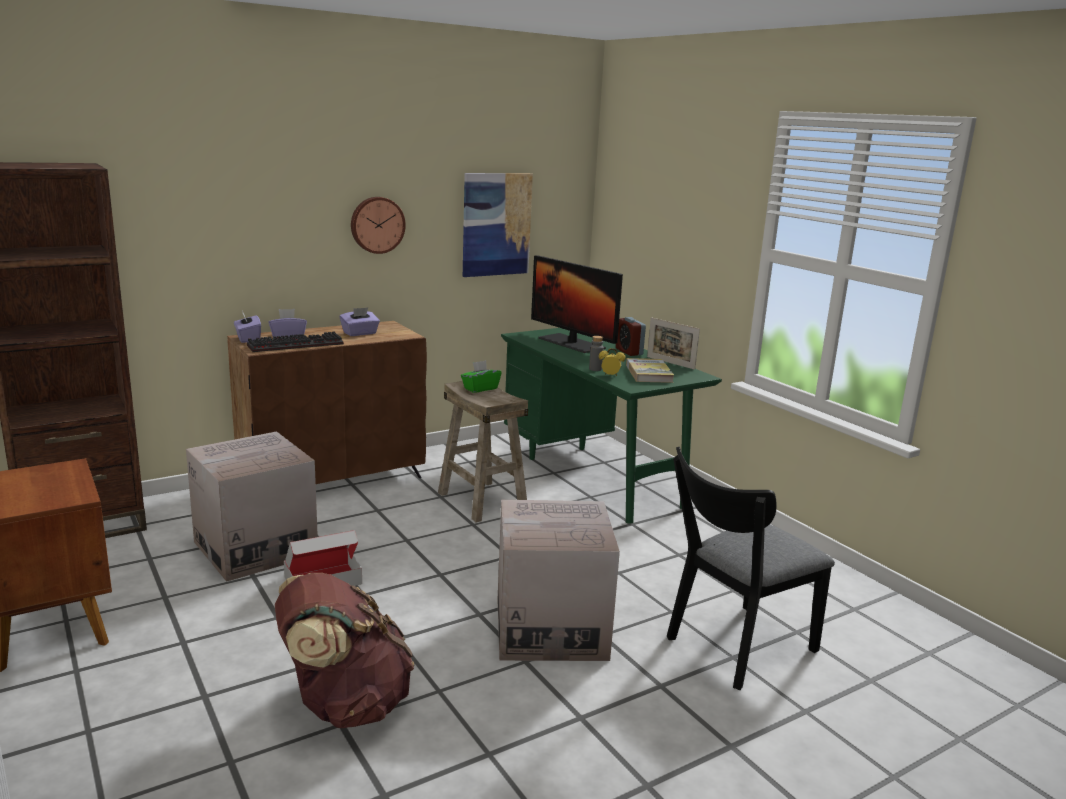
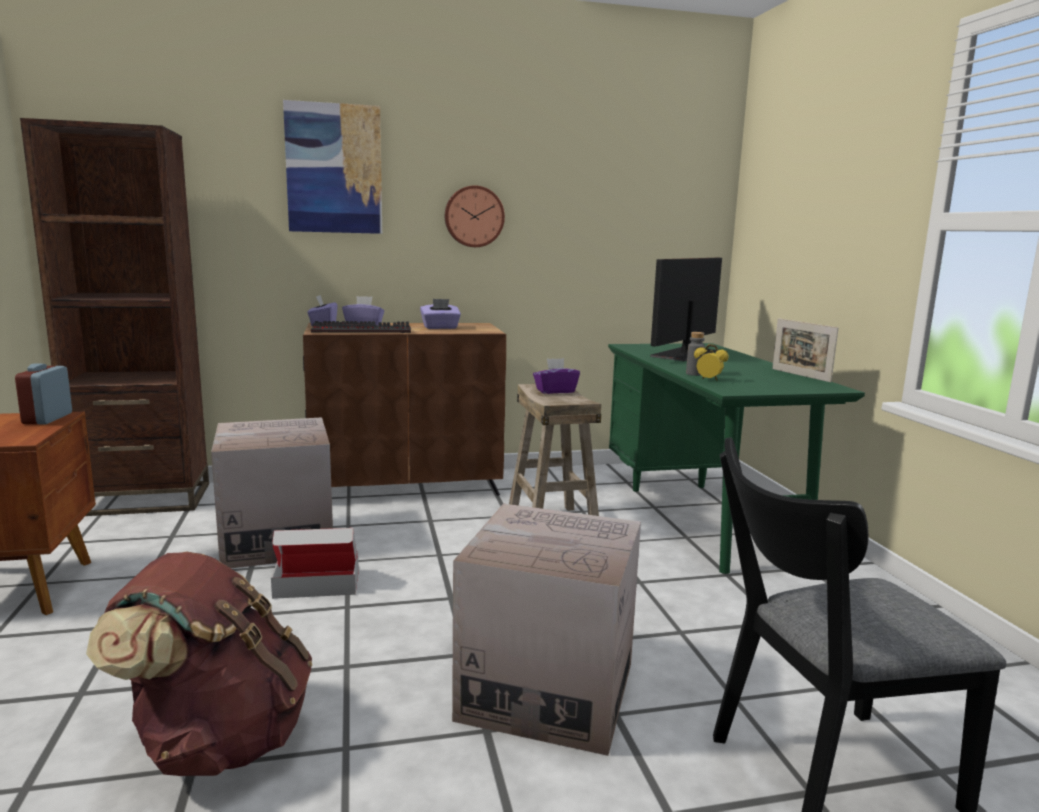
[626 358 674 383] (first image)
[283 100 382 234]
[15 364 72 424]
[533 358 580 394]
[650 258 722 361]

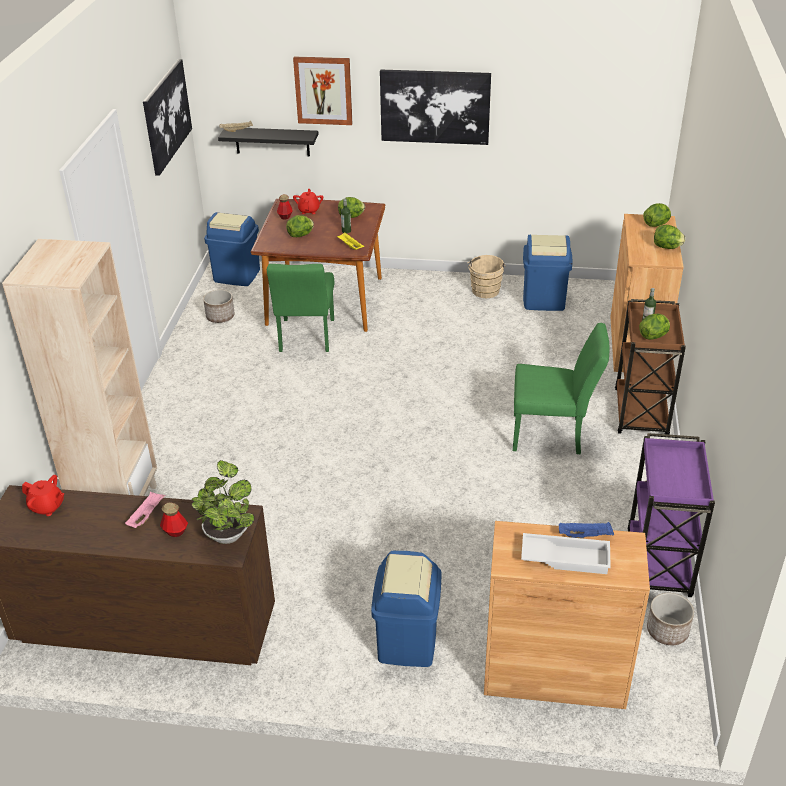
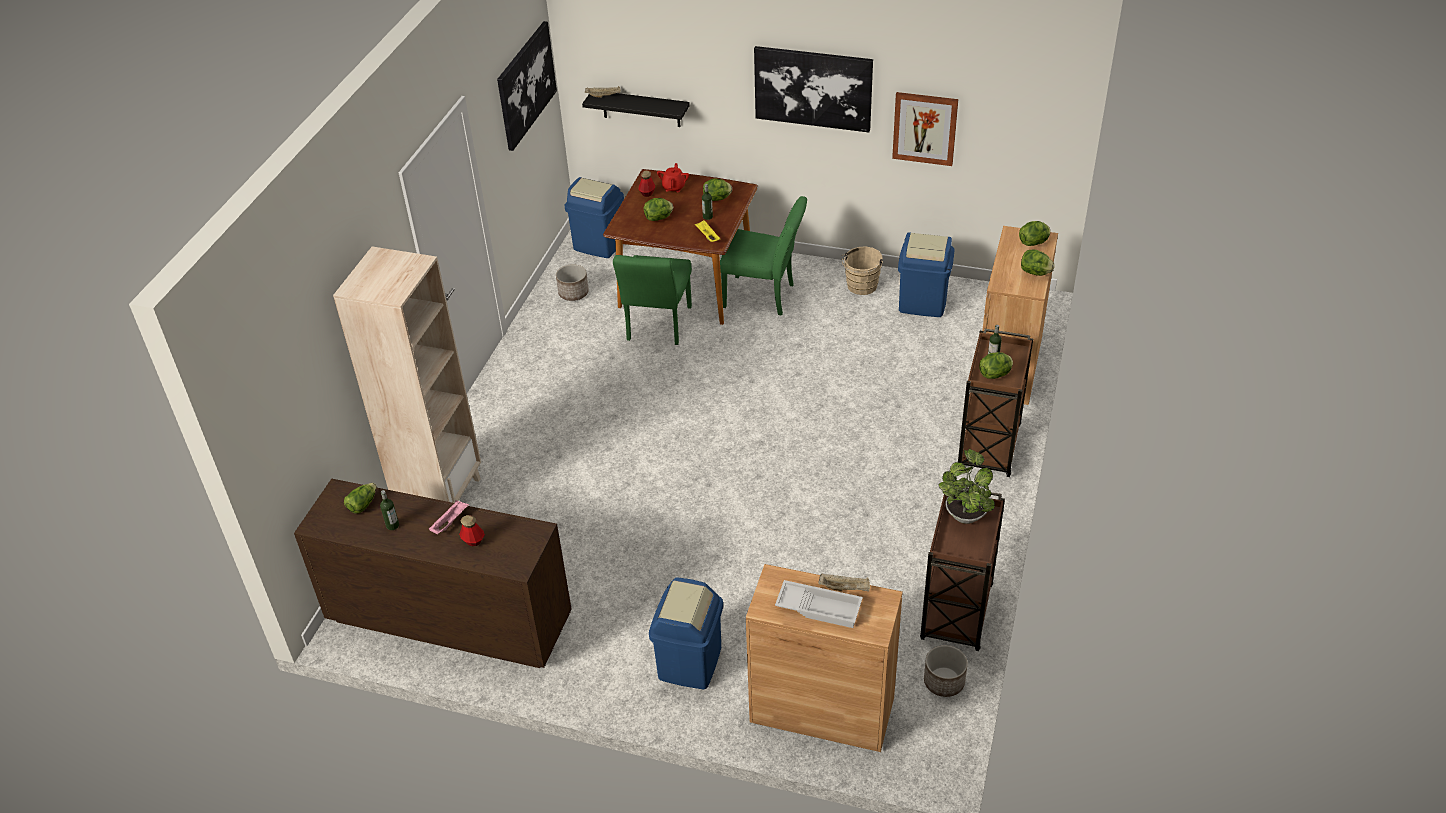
[380 490 399 530]
[939 449 995 524]
[892 92 958 166]
[720 196 807 315]
[344 483 376 514]
[818 573 870 592]
[920 488 1005 651]

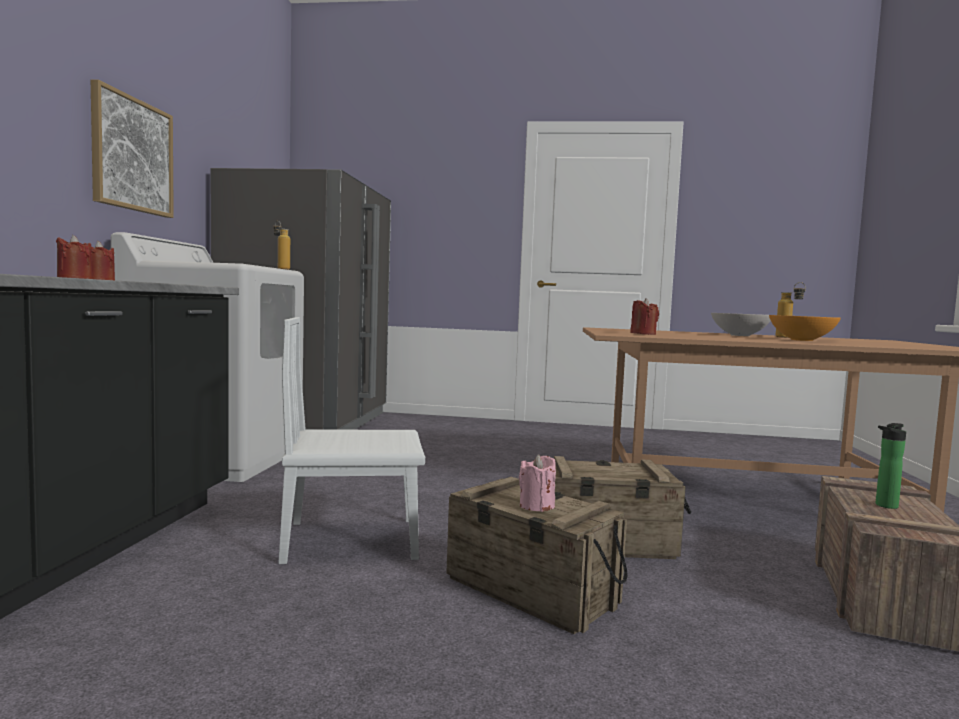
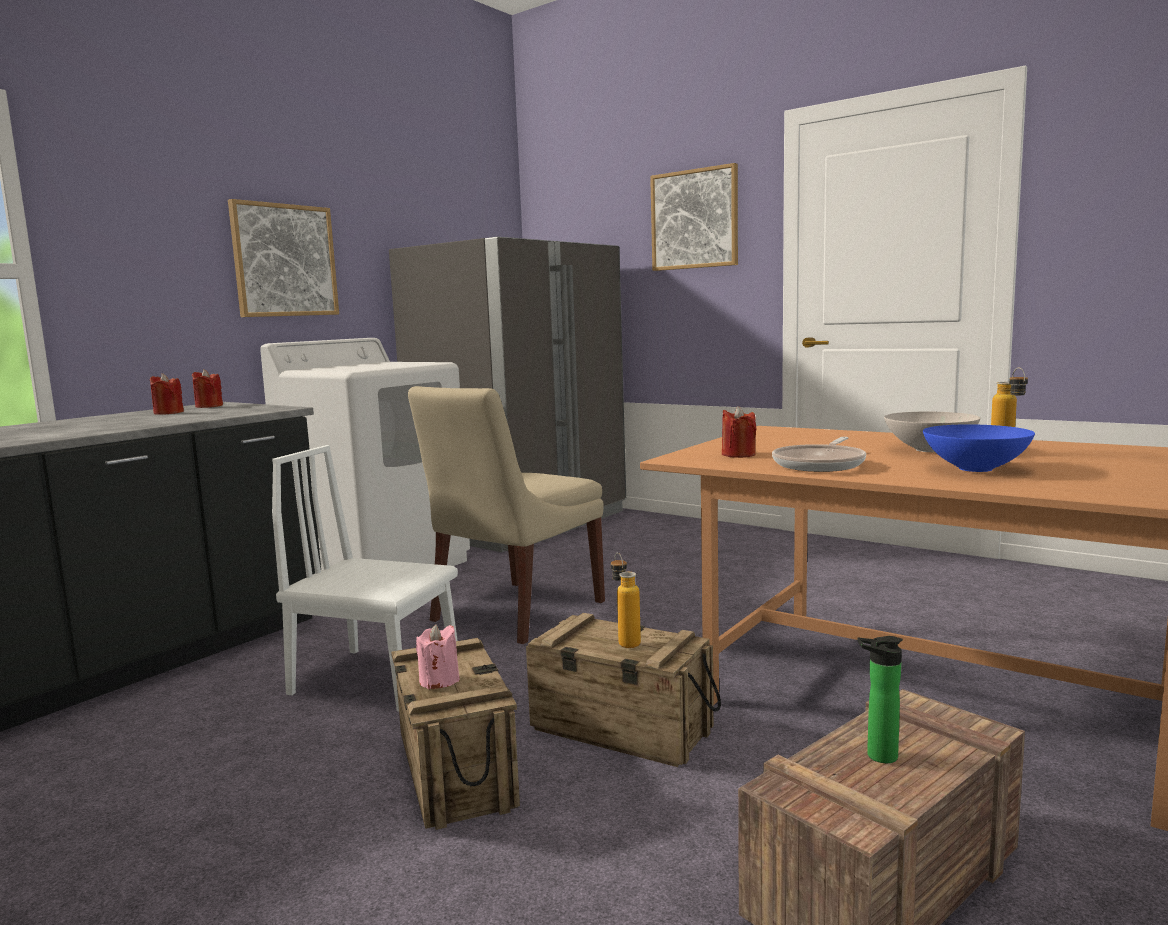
[408 386 605 644]
[650 163 738 271]
[772 437 866 472]
[611 553 641 648]
[923 424 1035 472]

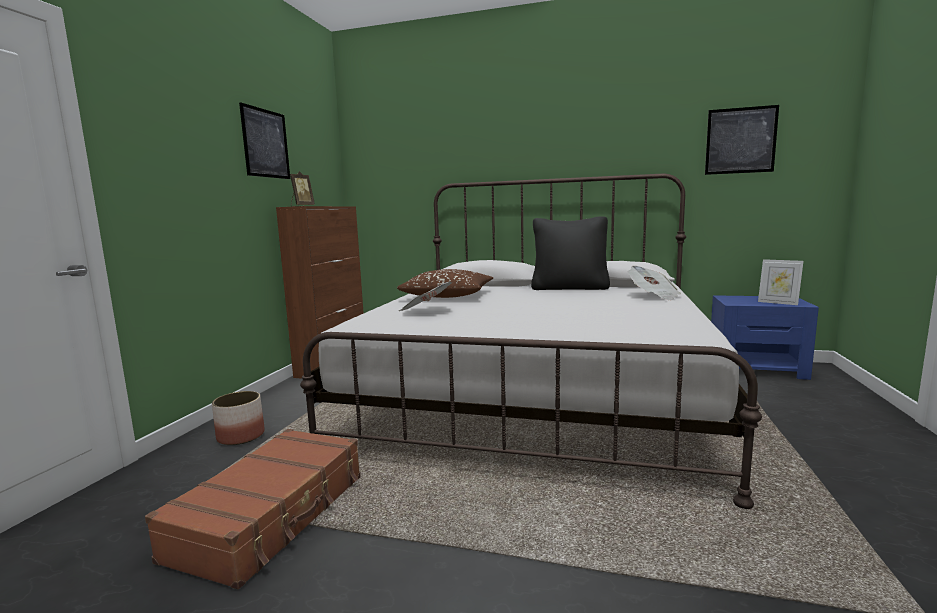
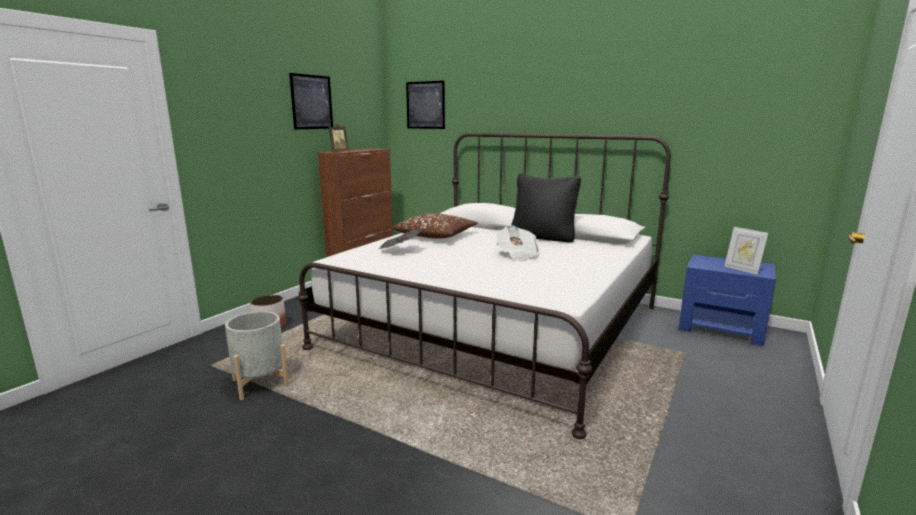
[496 225 539 262]
[406 81 445 129]
[225 311 289 400]

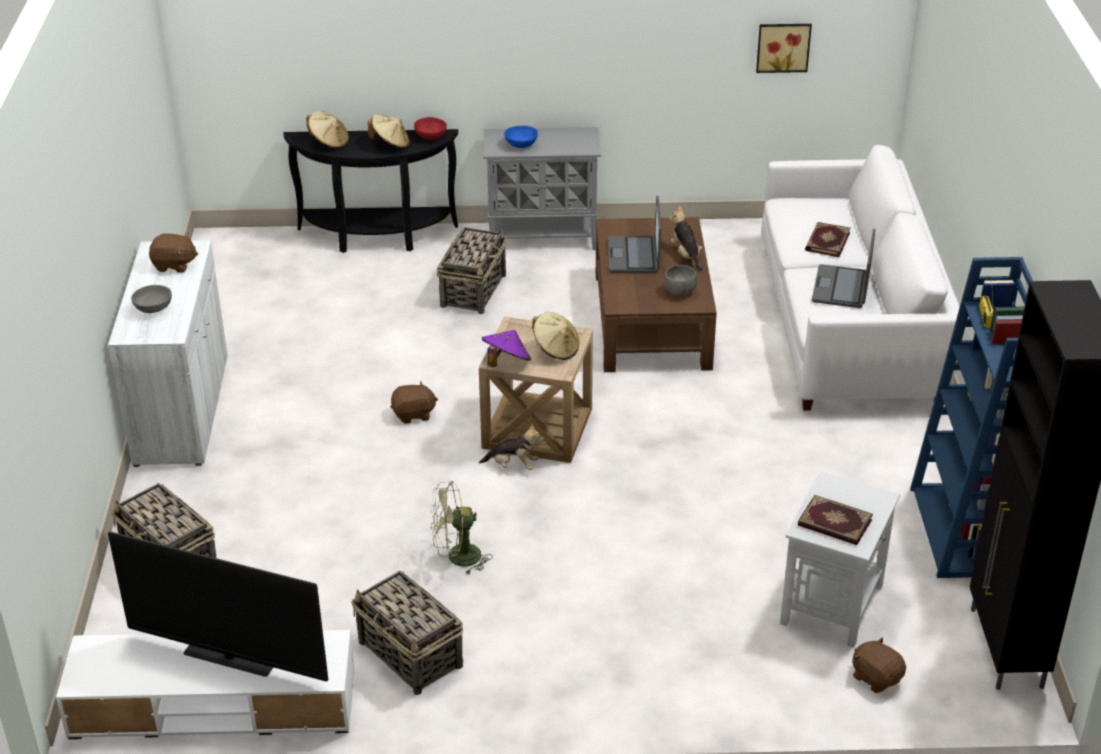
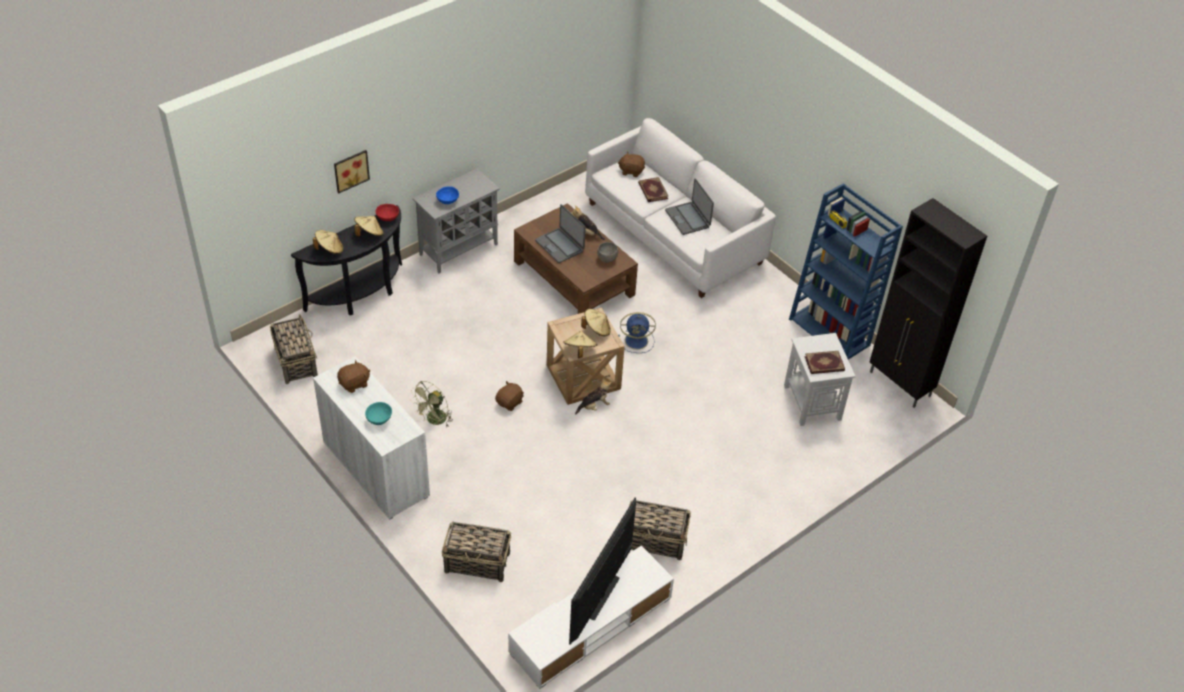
[618 312 656 353]
[411 381 453 426]
[270 315 318 384]
[334 150 370 193]
[618 152 645 177]
[365 402 392 425]
[563 331 598 359]
[569 498 636 645]

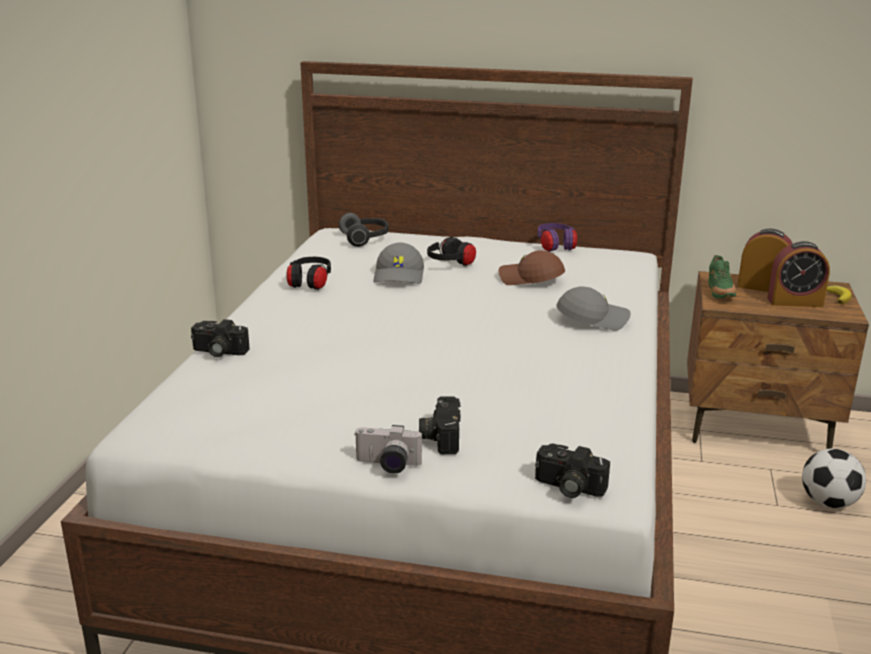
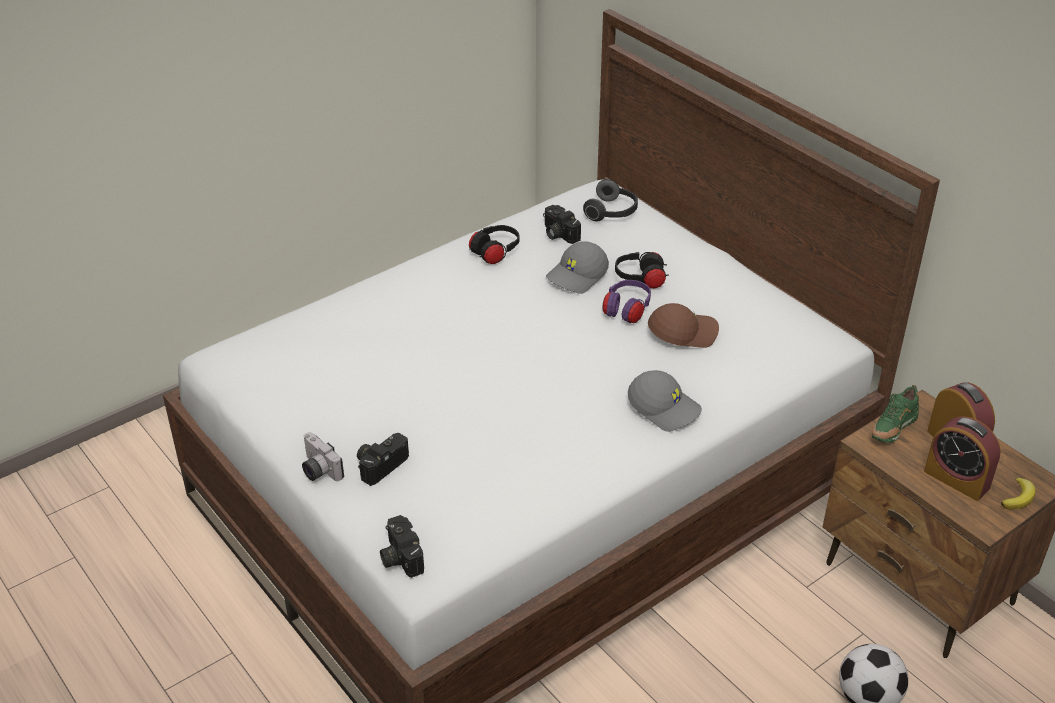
[543 205 581 244]
[603 280 651 323]
[648 303 719 348]

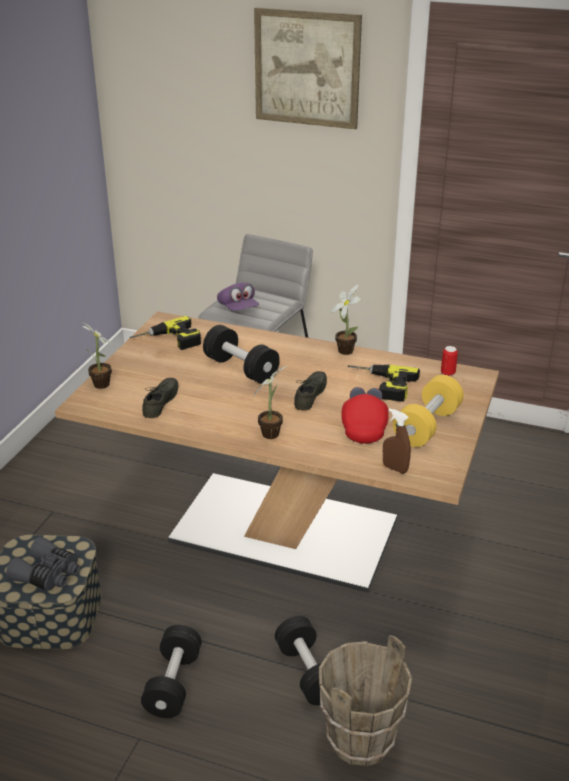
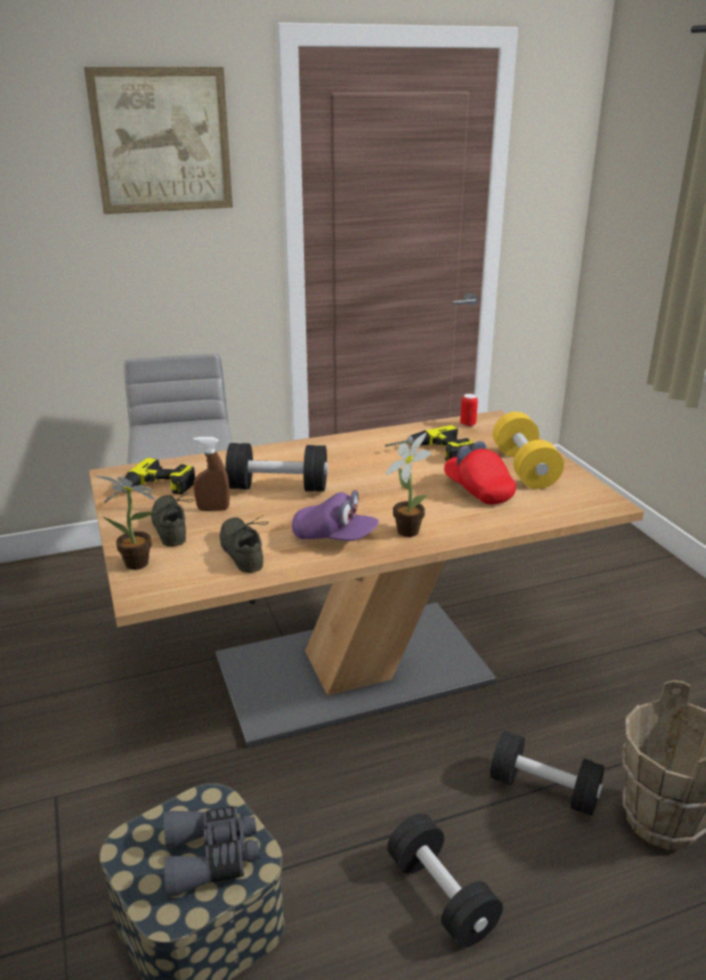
[331 284 361 355] (first image)
[292 490 379 541]
[150 493 194 547]
[193 437 230 511]

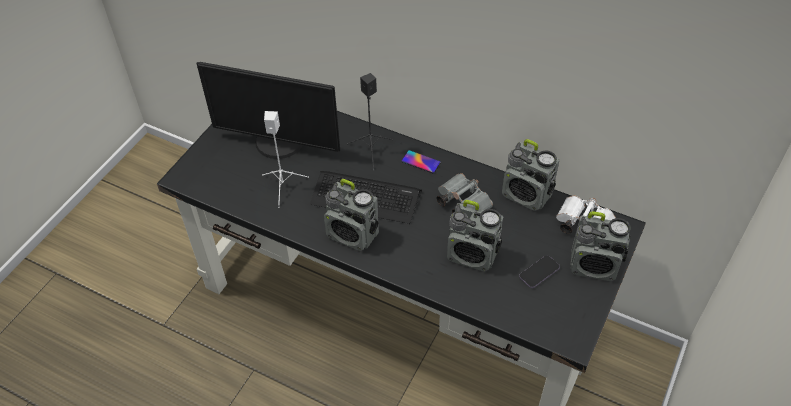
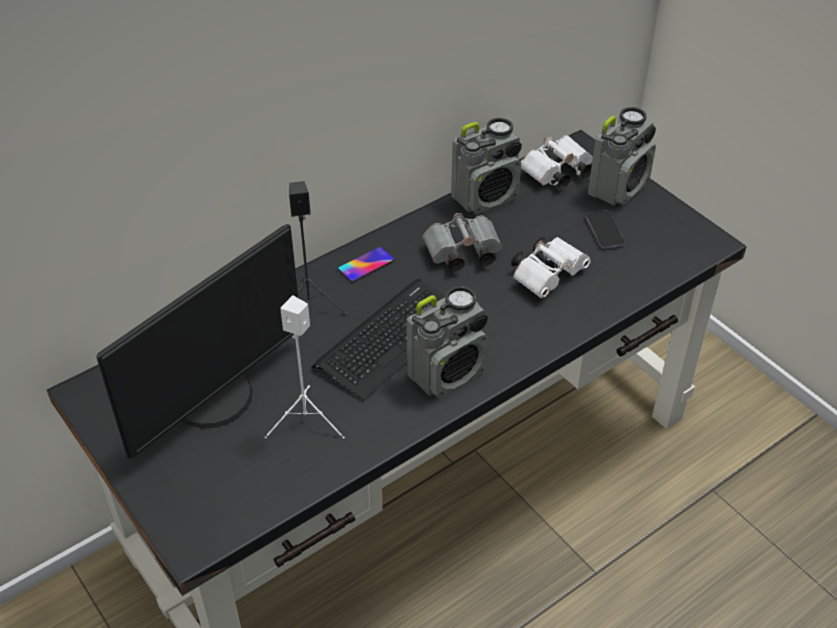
[511 237 591 298]

